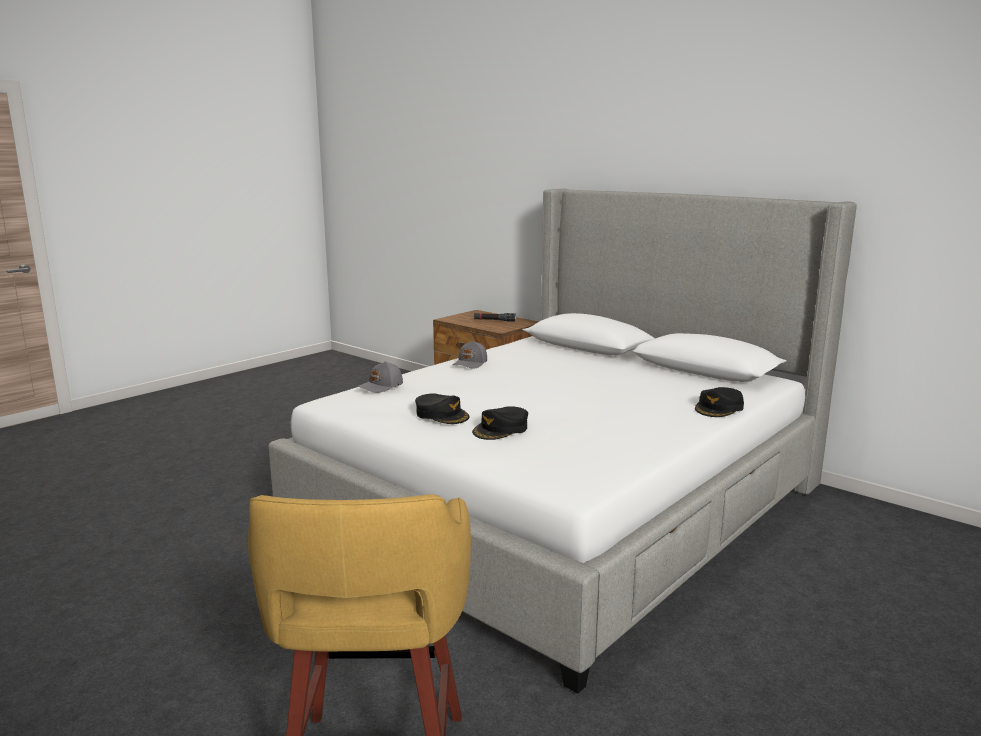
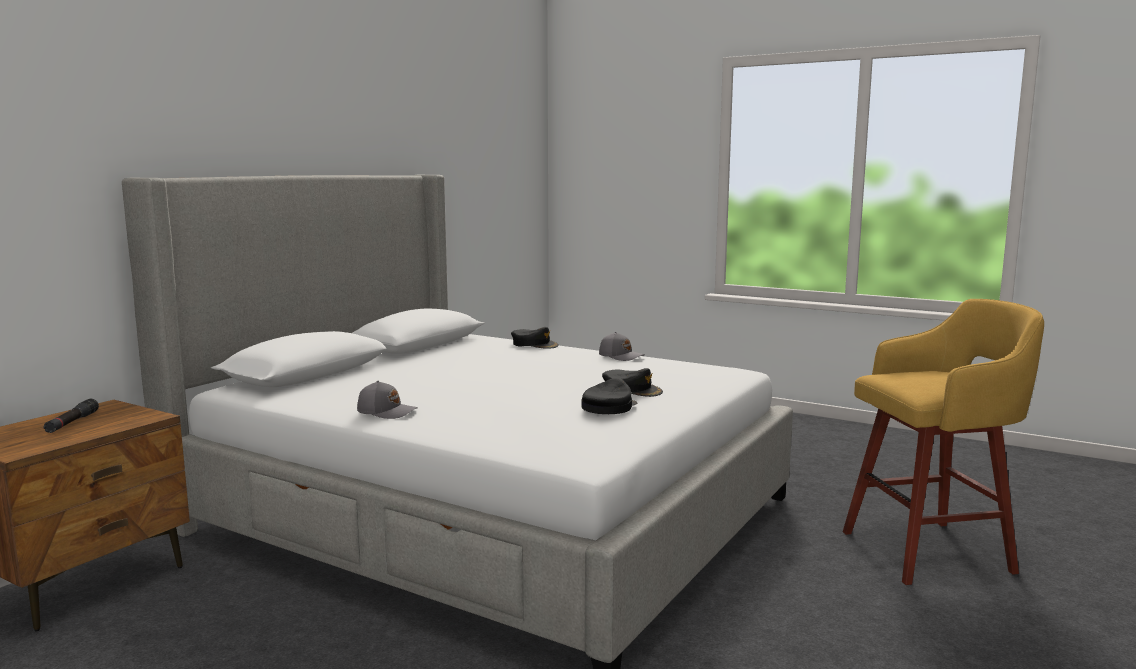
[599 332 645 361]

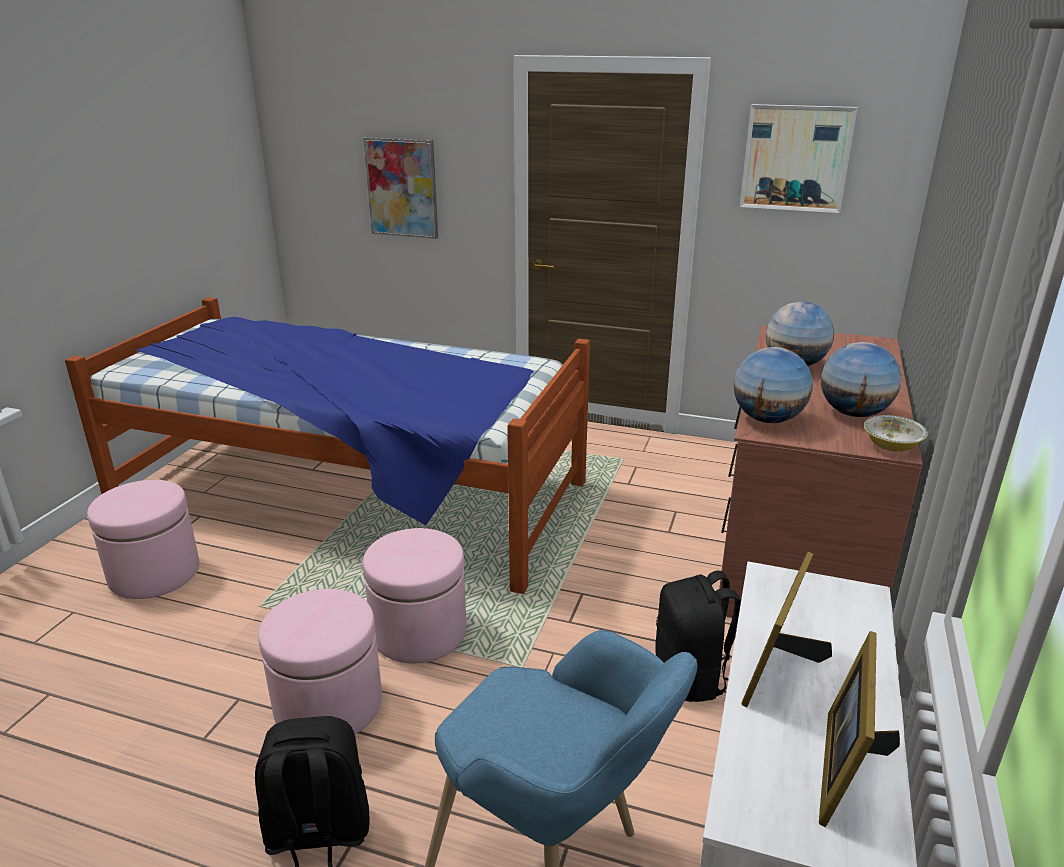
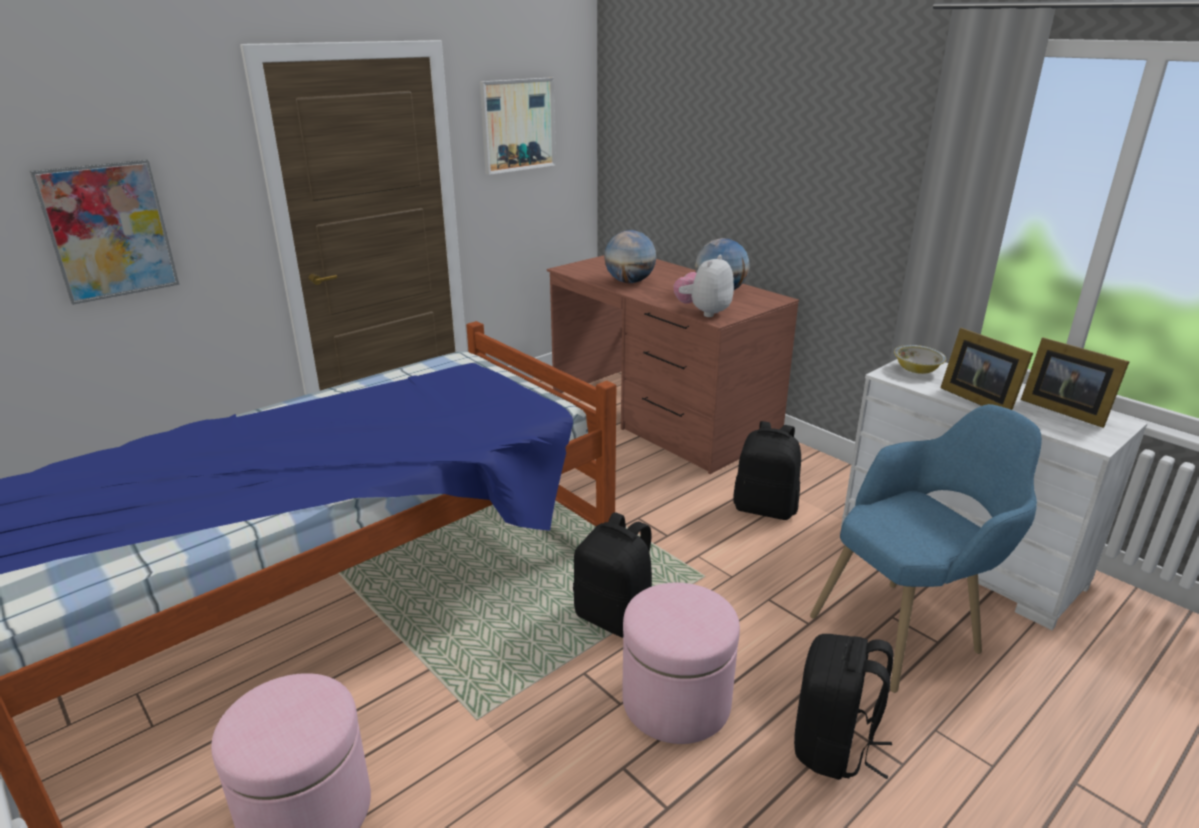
[894 345 946 374]
[573 512 652 638]
[673 255 734 317]

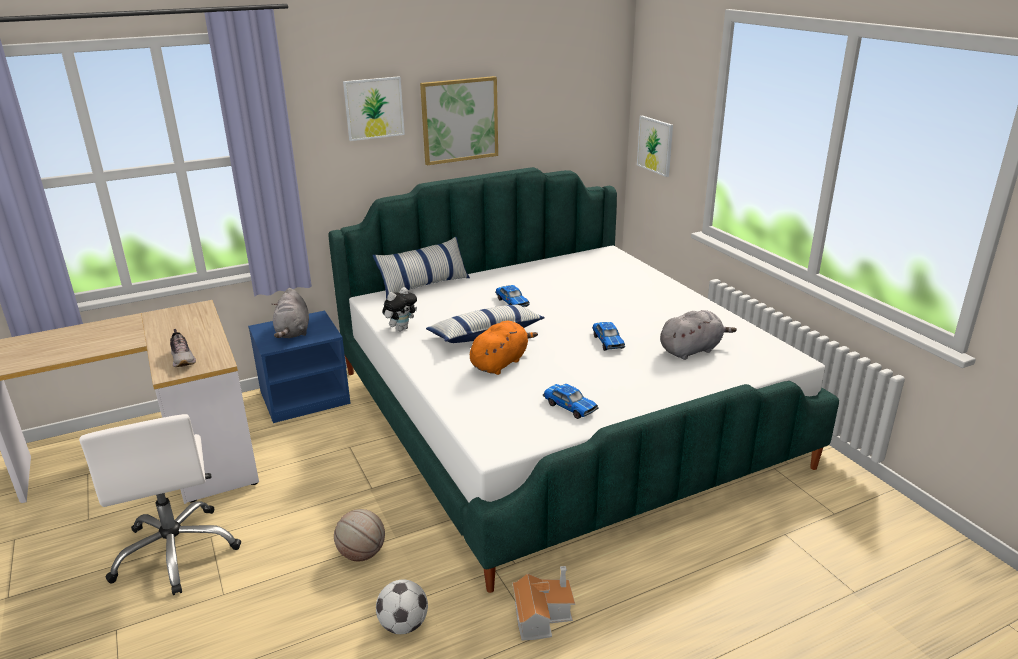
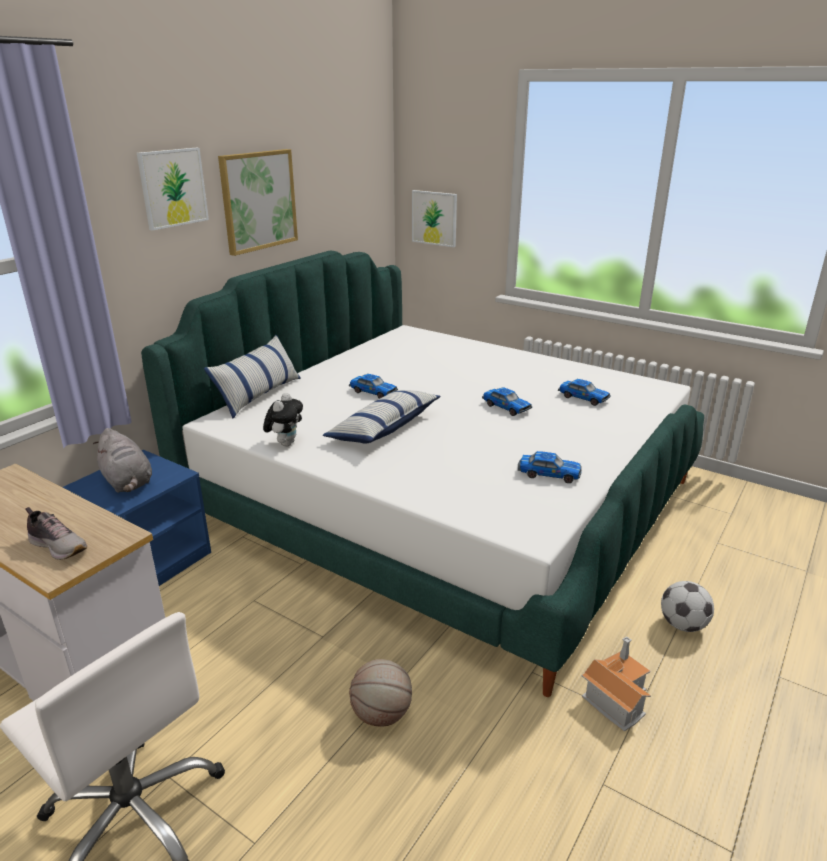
[470 321 538 375] (first image)
[661 581 714 632]
[558 379 611 406]

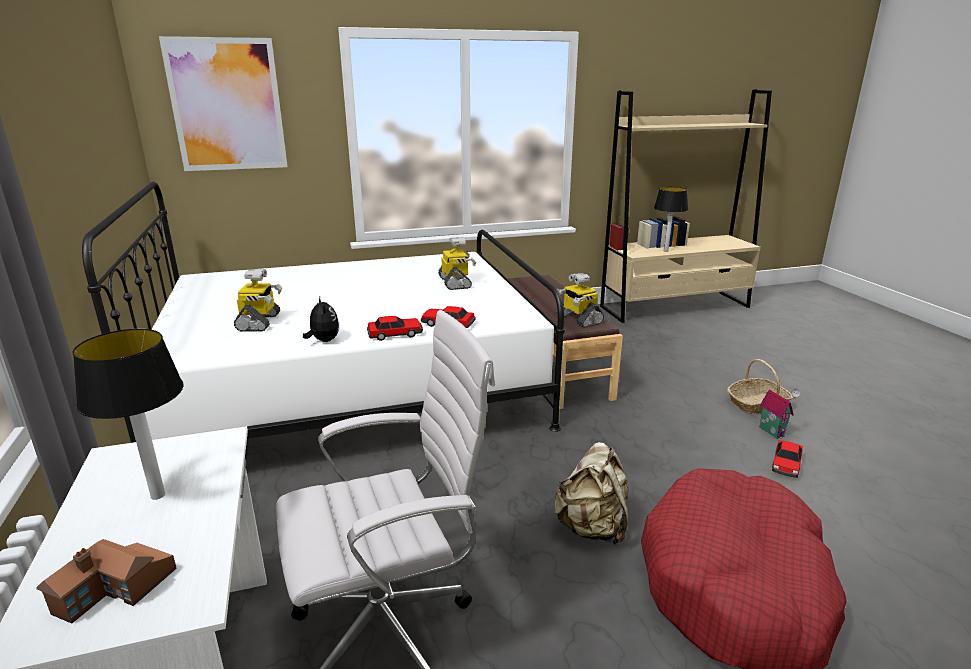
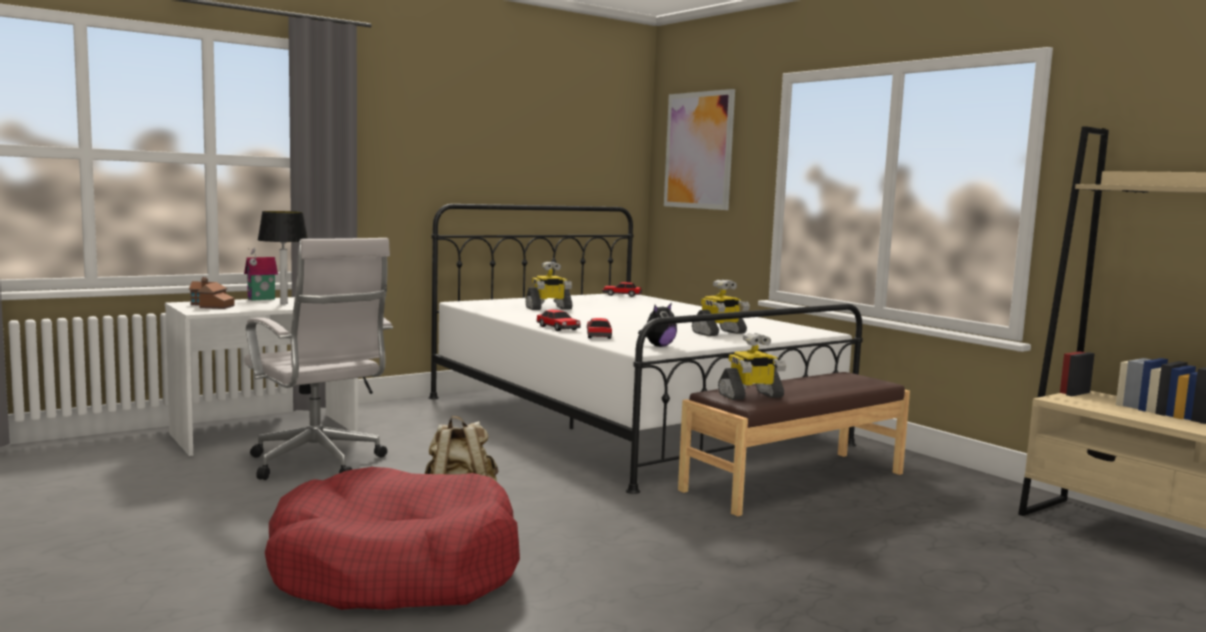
[654 187 688 252] (first image)
[727 359 793 414] (first image)
[638 303 677 347]
[244 247 278 301]
[602 282 642 297]
[718 333 786 400]

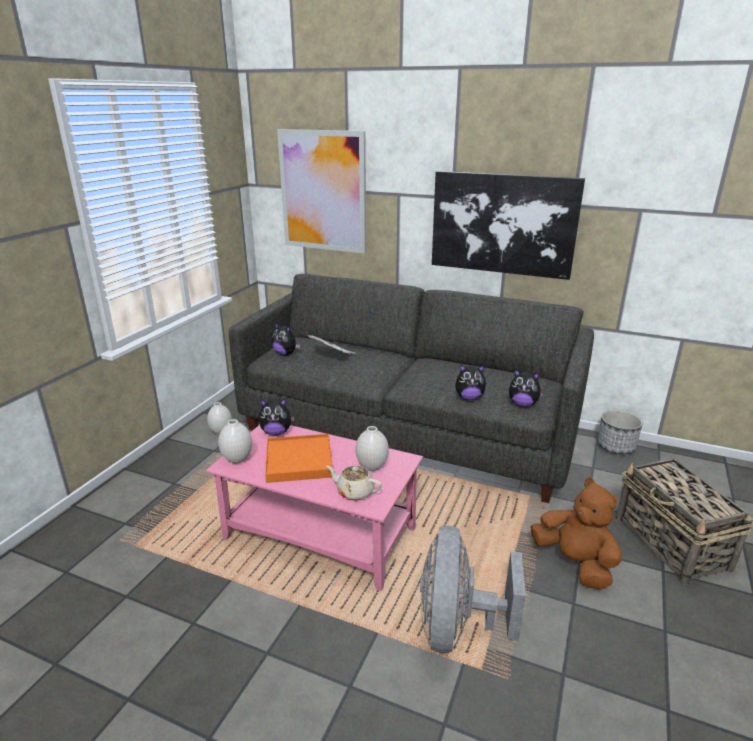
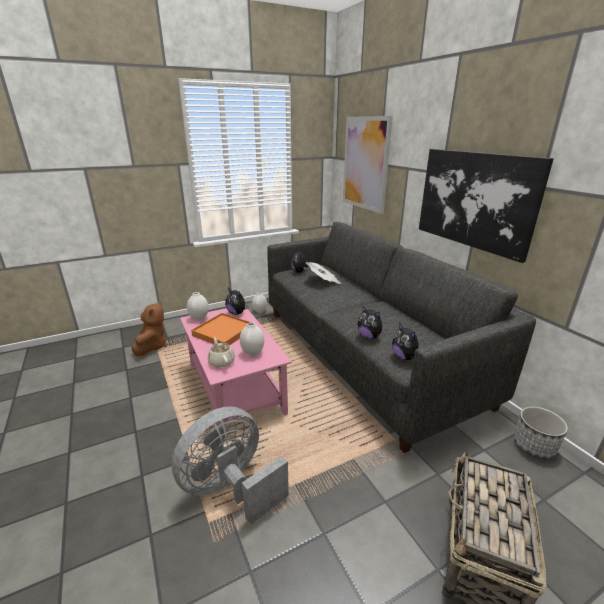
[132 301 167 356]

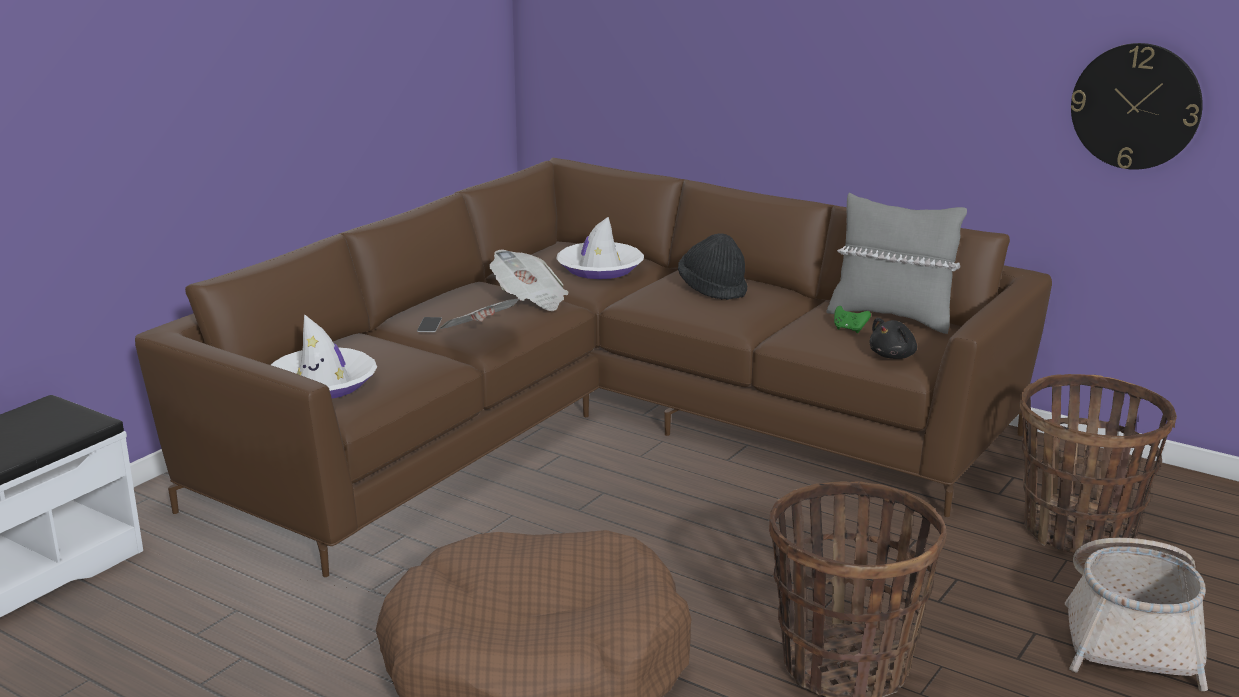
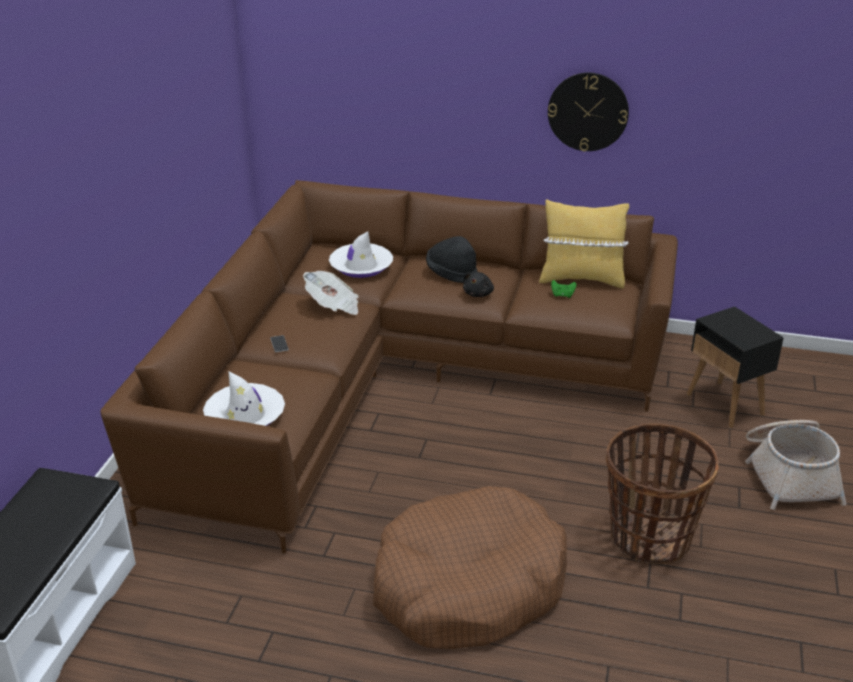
[437 299 519 330] (first image)
[463 272 494 297]
[548 73 629 151]
[686 306 784 428]
[539 199 629 288]

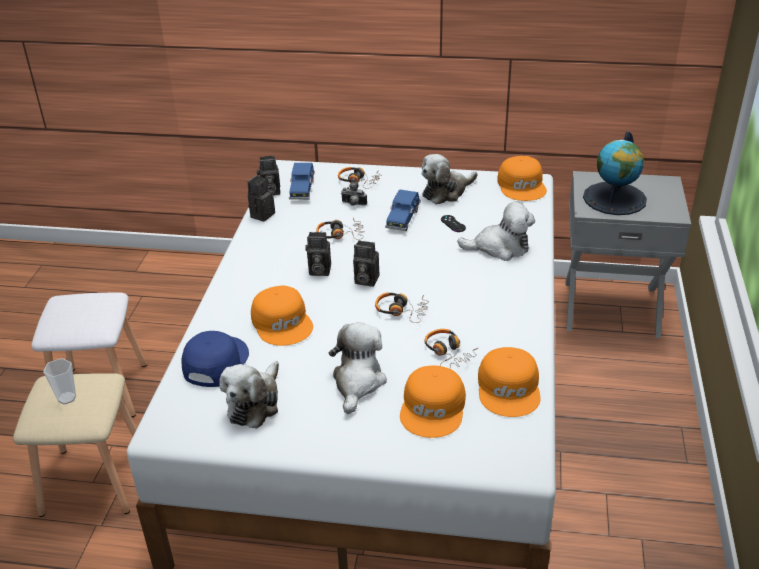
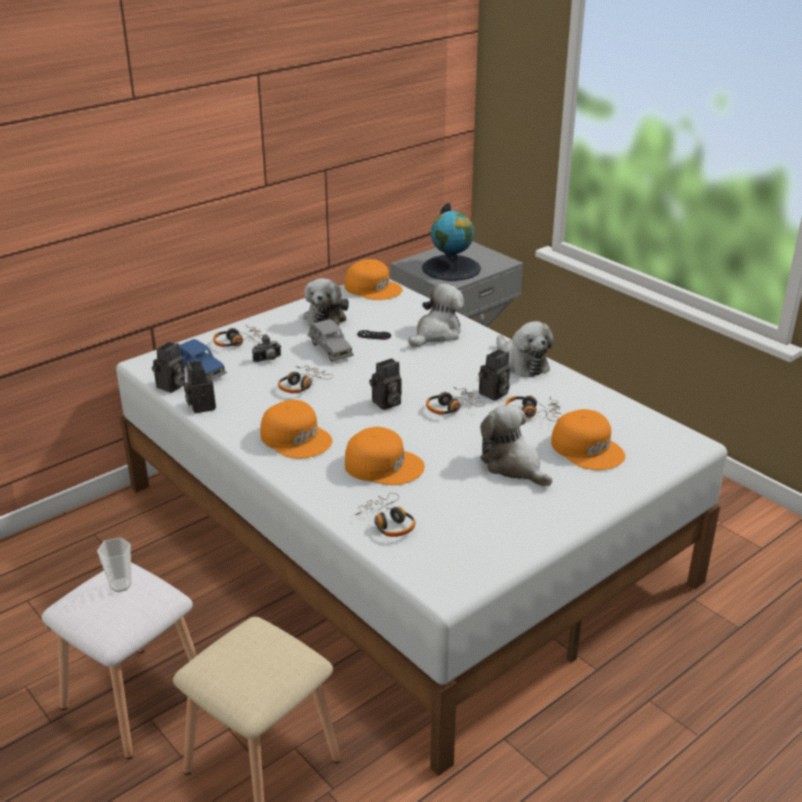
[97 538 132 592]
[497 321 554 377]
[478 349 510 401]
[260 400 332 458]
[355 493 416 537]
[307 319 354 362]

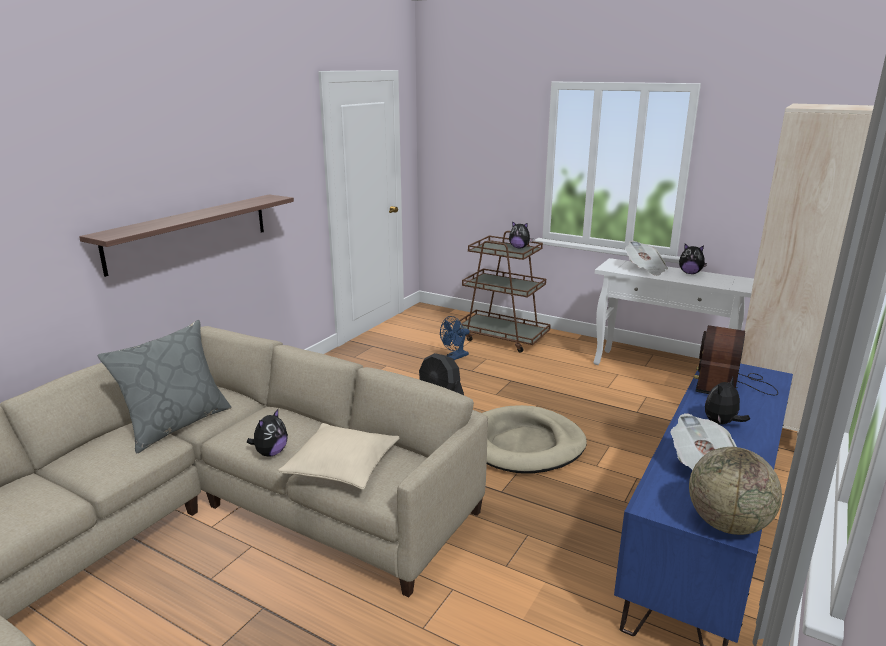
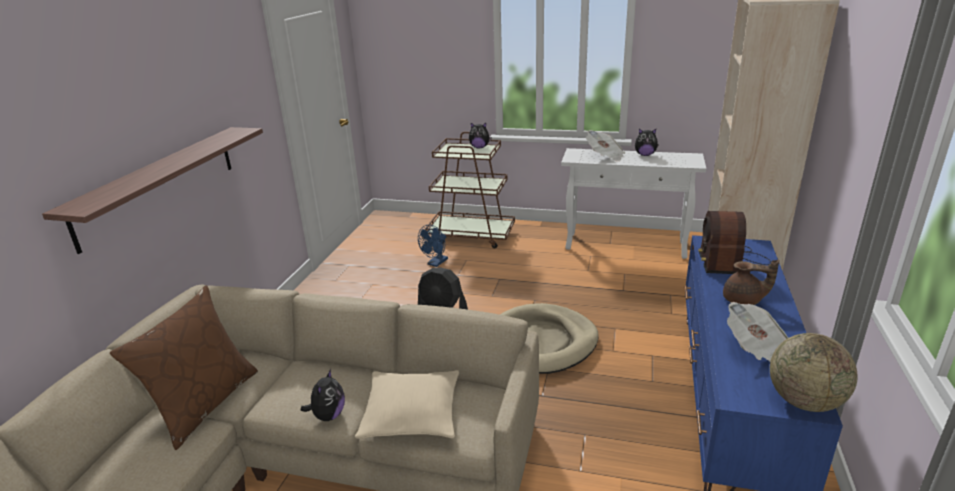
[723 260 779 305]
[110 285 258 450]

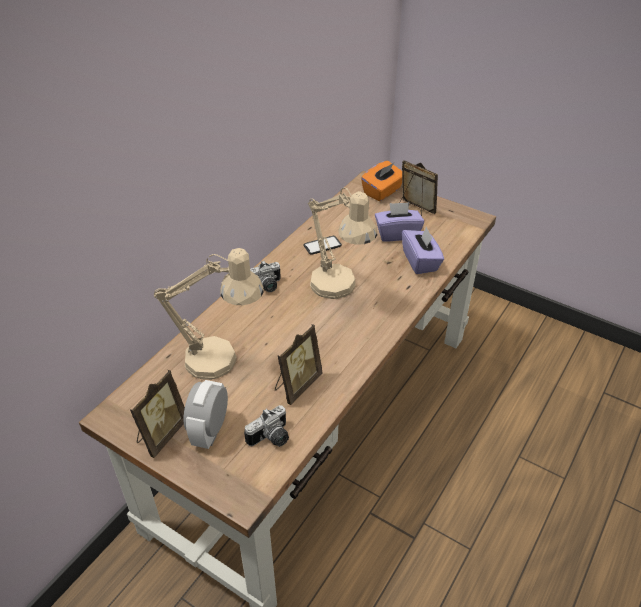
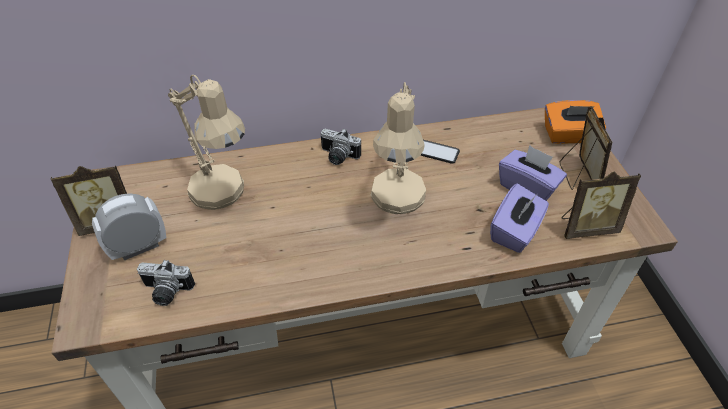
[562 172 641 239]

